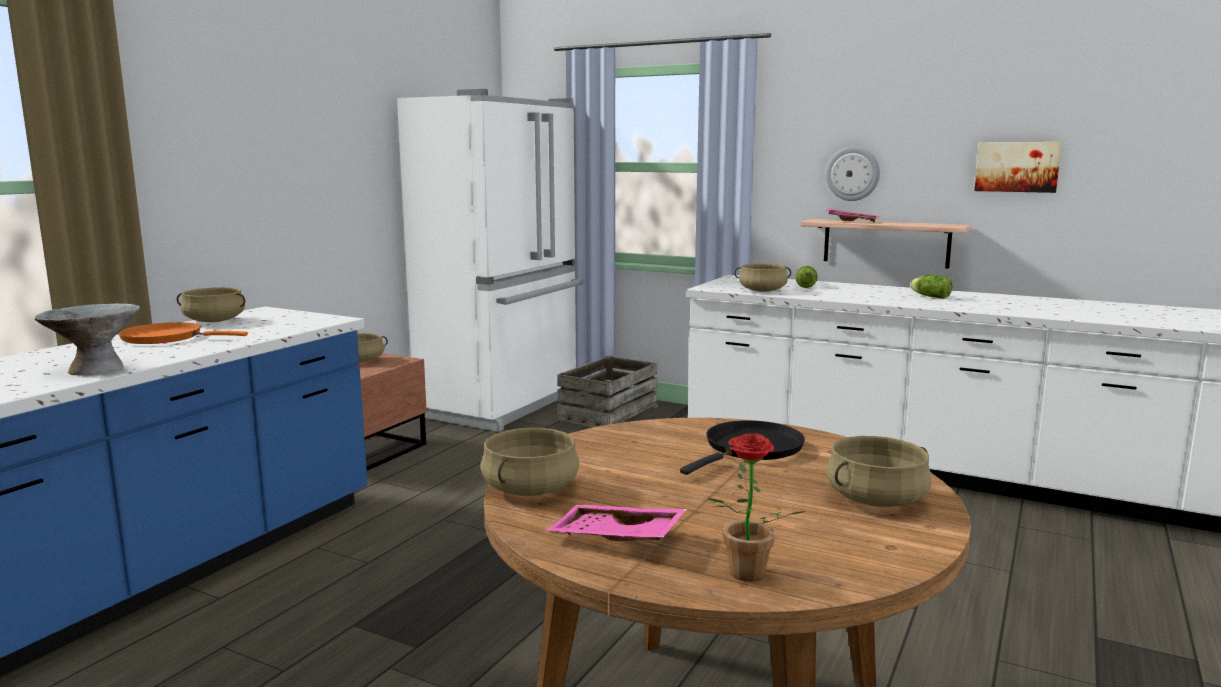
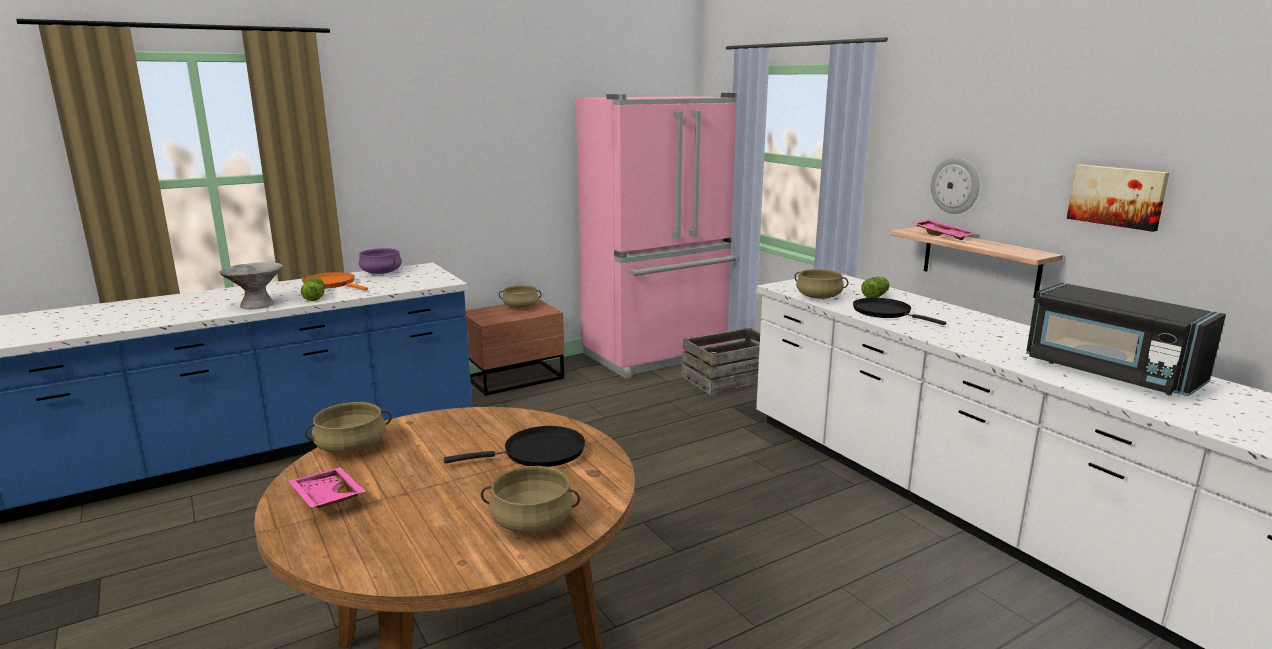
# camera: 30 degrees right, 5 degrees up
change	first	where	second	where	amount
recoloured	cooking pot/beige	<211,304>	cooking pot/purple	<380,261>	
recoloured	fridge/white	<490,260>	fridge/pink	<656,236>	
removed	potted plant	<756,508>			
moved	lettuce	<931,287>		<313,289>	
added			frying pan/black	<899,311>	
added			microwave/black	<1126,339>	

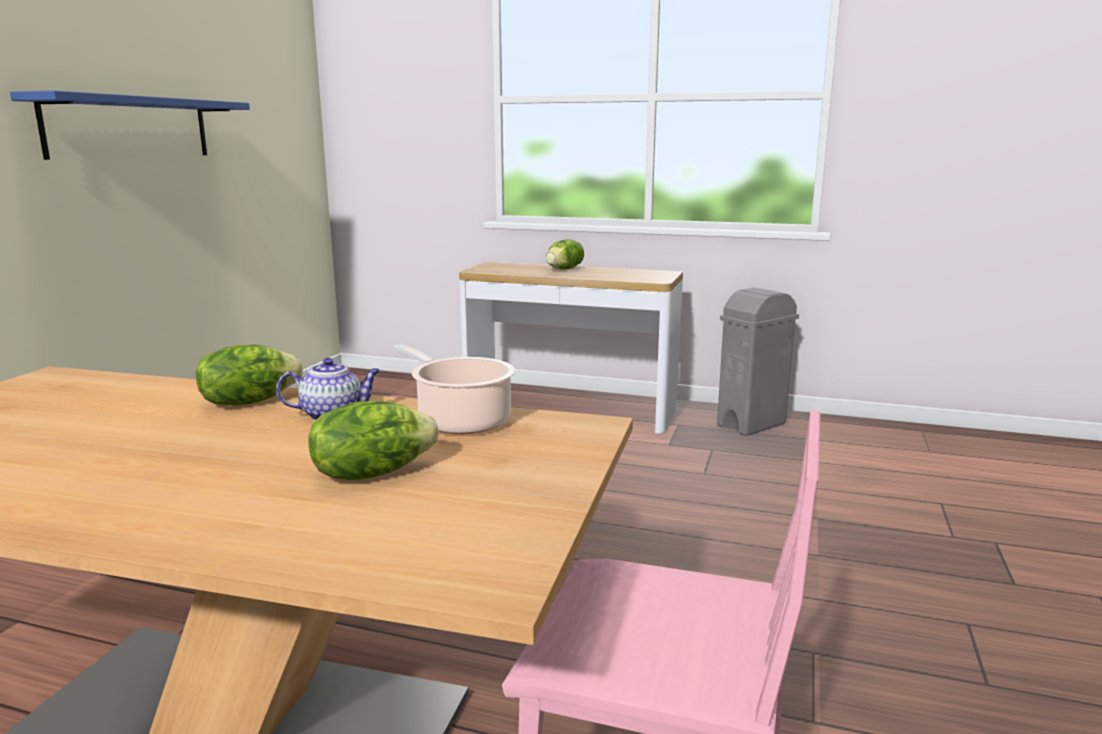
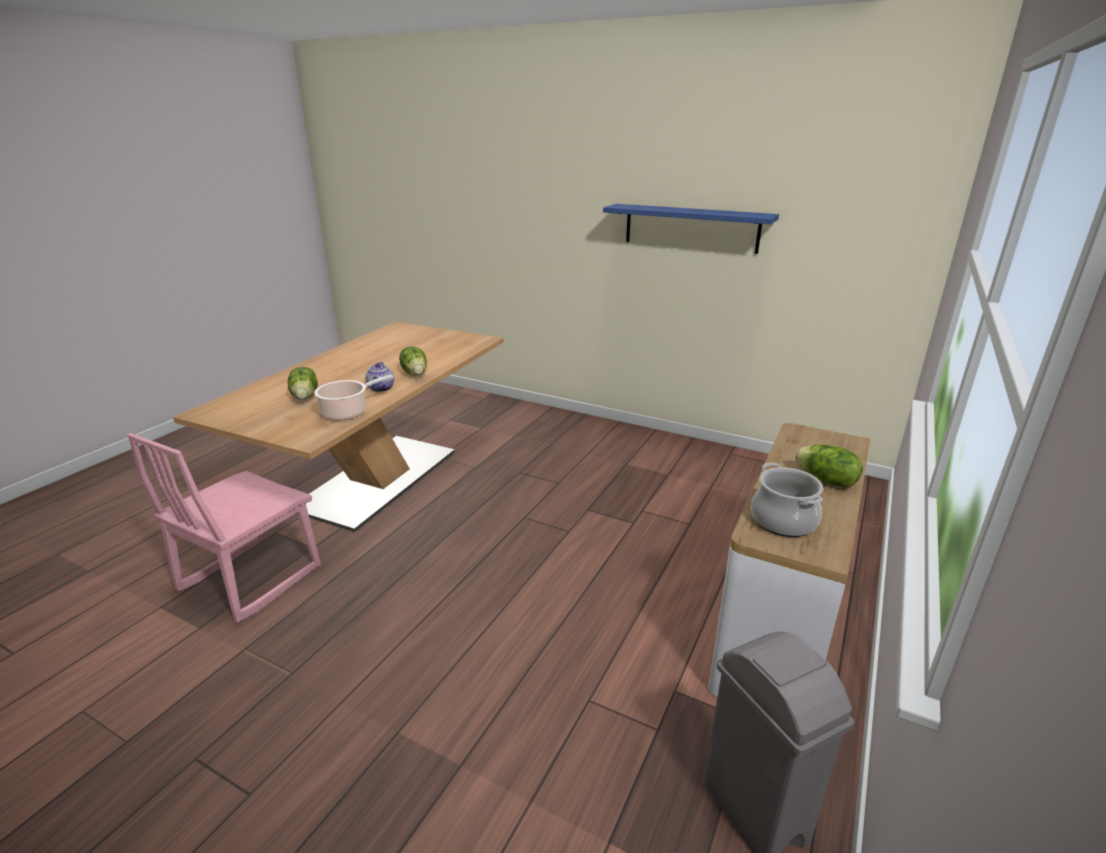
# camera: 100 degrees right, 10 degrees up
change	first	where	second	where	amount
added			cooking pot	<787,500>	

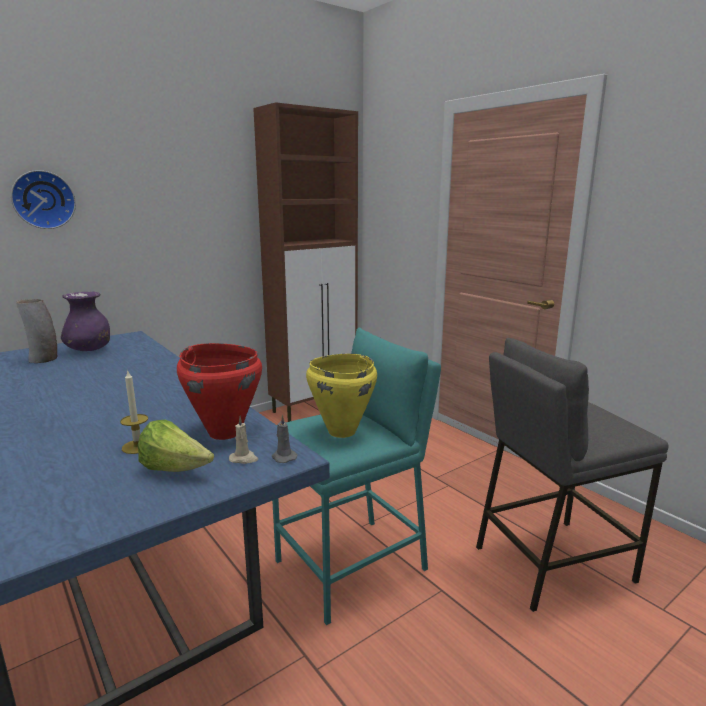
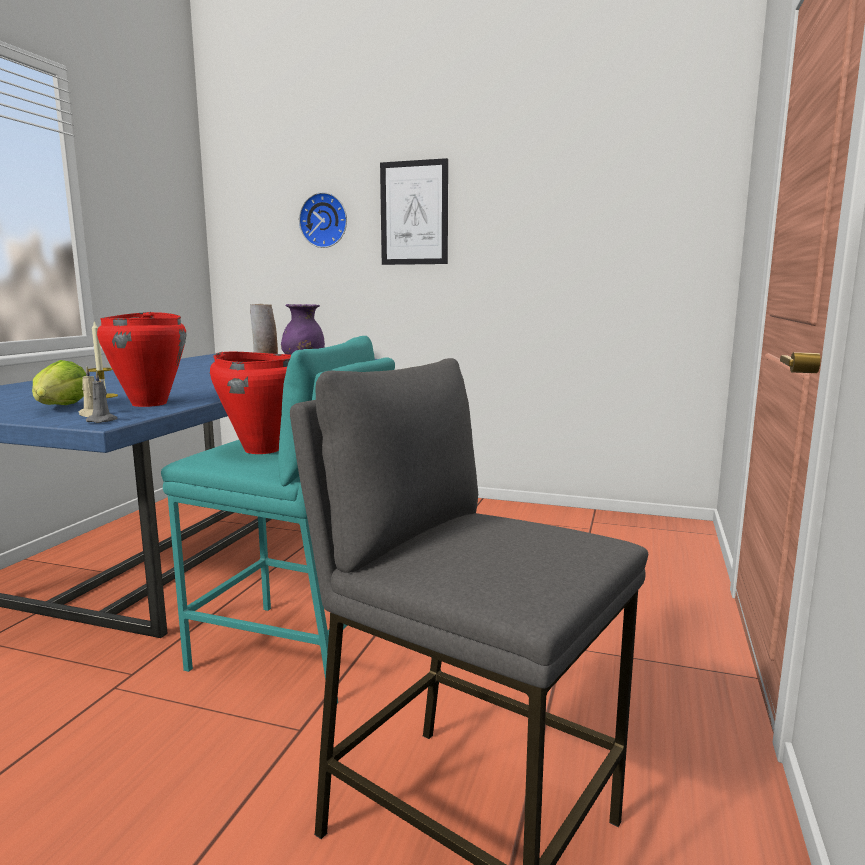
# camera: 55 degrees right, 5 degrees down
change	first	where	second	where	amount
removed	cabinet/brown	<305,262>			
recoloured	cooking pot/yellow	<341,396>	cooking pot/red	<250,403>	
added			picture	<414,211>	

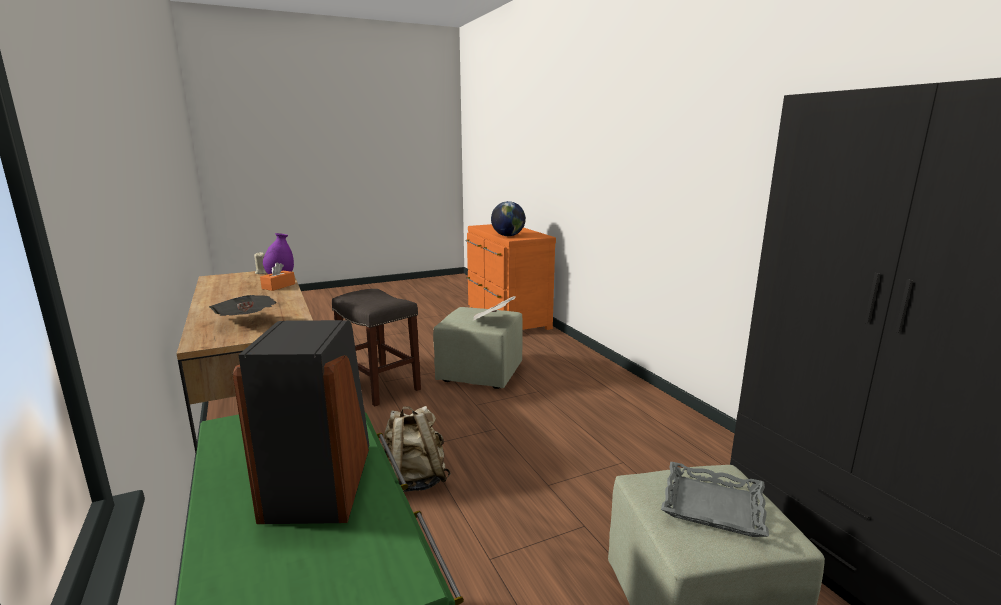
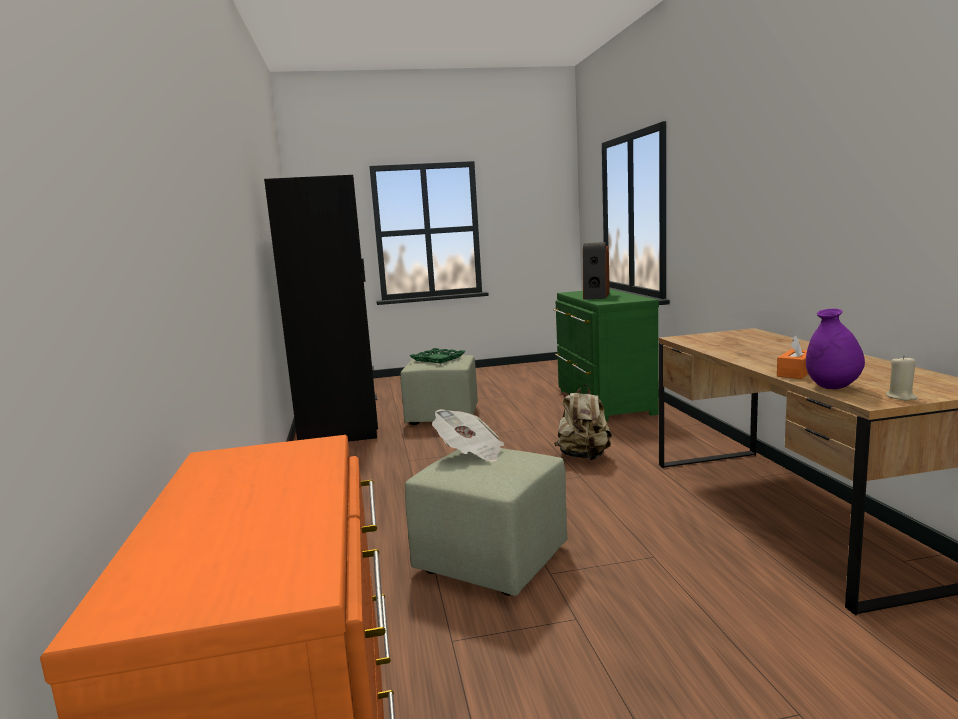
# camera: 165 degrees left, 5 degrees down
change	first	where	second	where	amount
removed	newspaper	<243,305>			
removed	stool/grey	<376,347>			
removed	globe	<508,218>			
recoloured	tray/grey	<715,499>	tray/green	<438,355>	

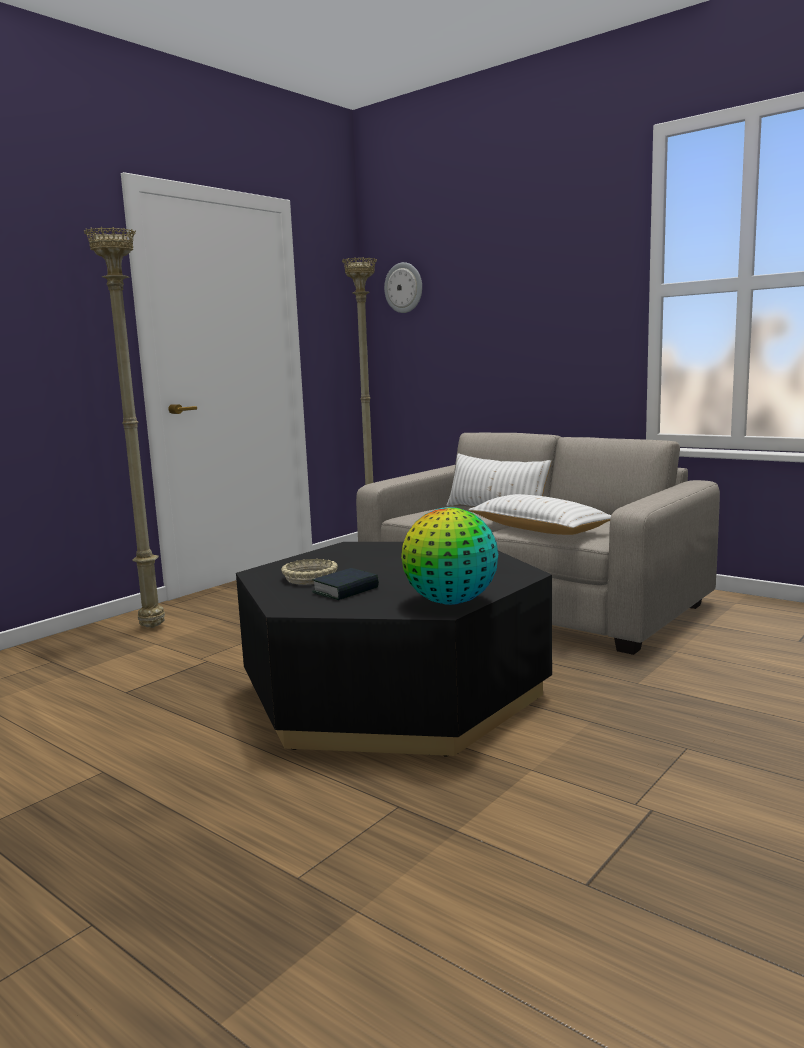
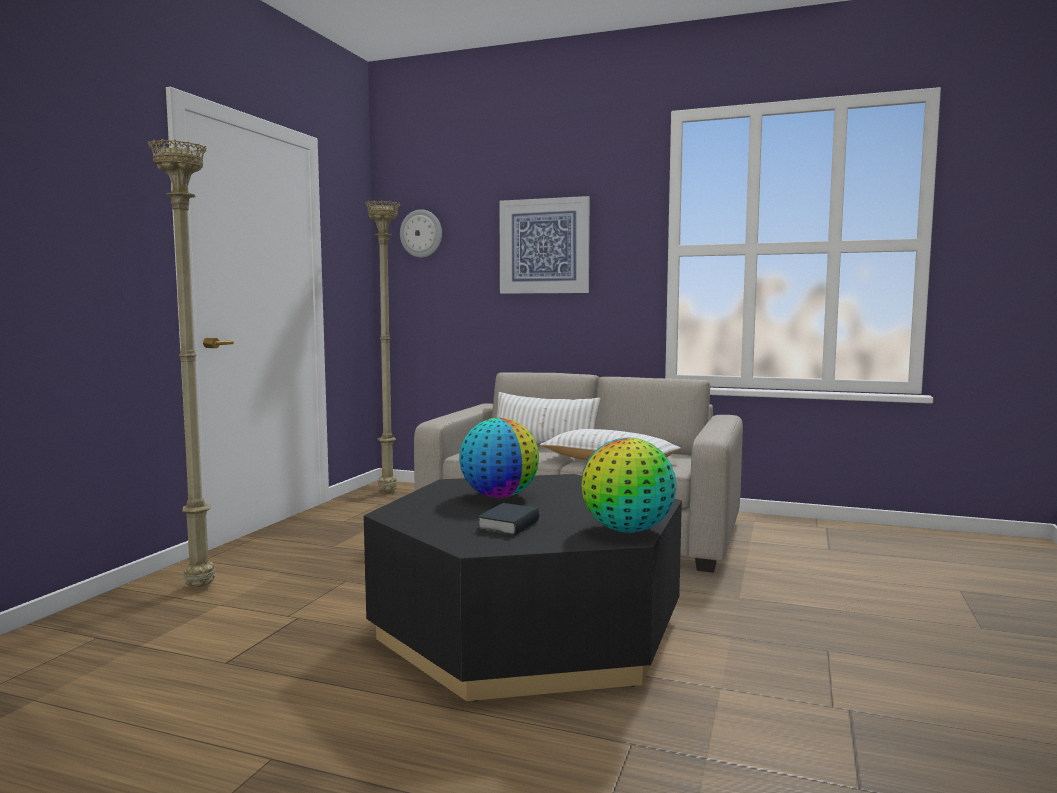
# camera: 20 degrees left, 5 degrees down
change	first	where	second	where	amount
removed	bowl/beige	<309,572>			
added			globe	<499,458>	
added			picture	<544,245>	

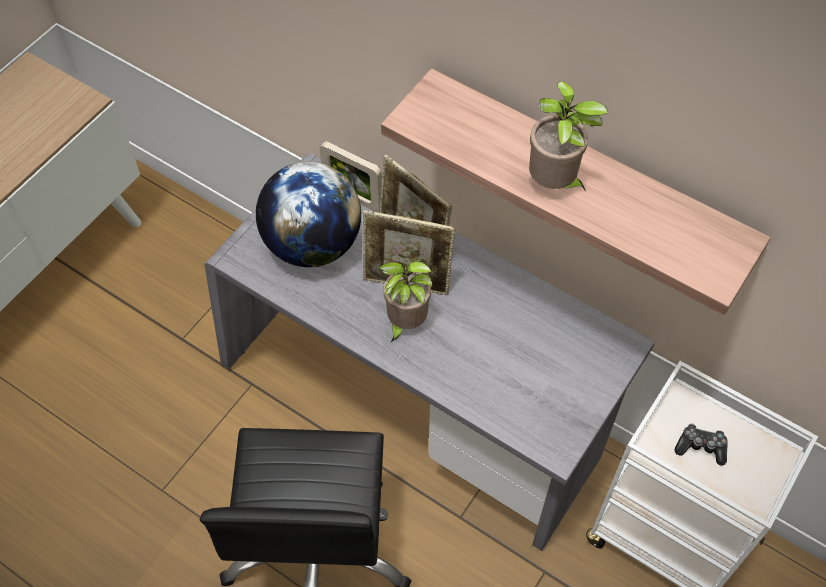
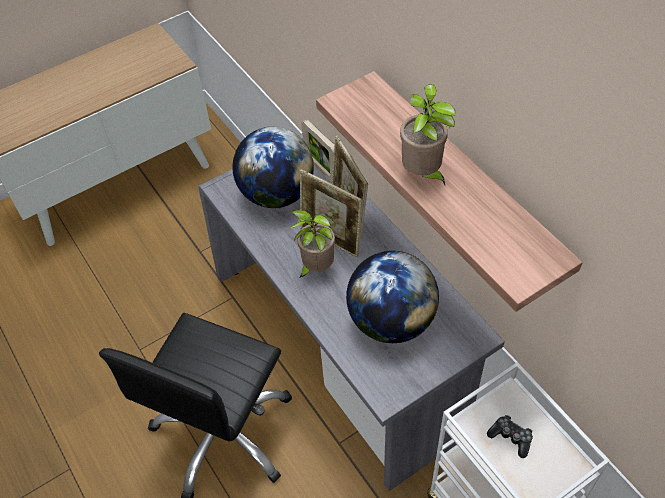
# camera: 25 degrees right, 5 degrees down
change	first	where	second	where	amount
added			globe	<392,297>	

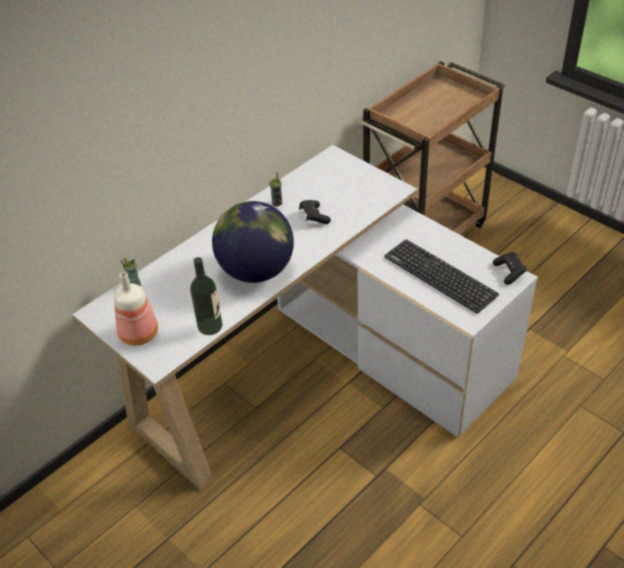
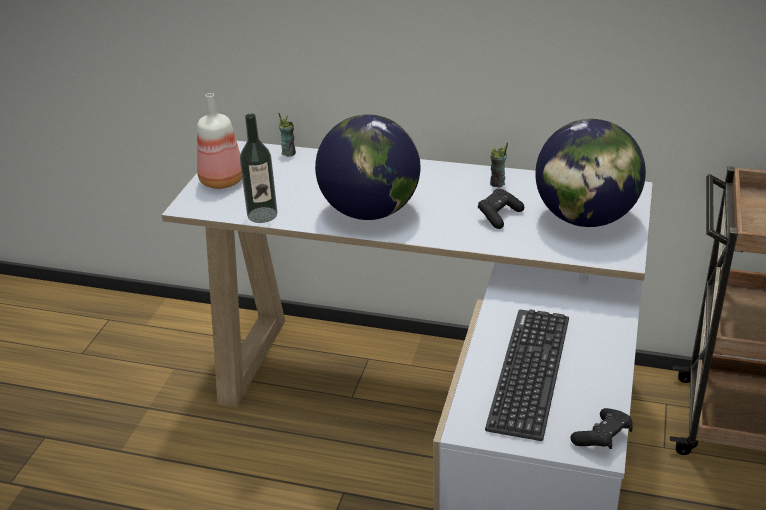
# camera: 60 degrees right, 10 degrees down
change	first	where	second	where	amount
added			globe	<590,173>	

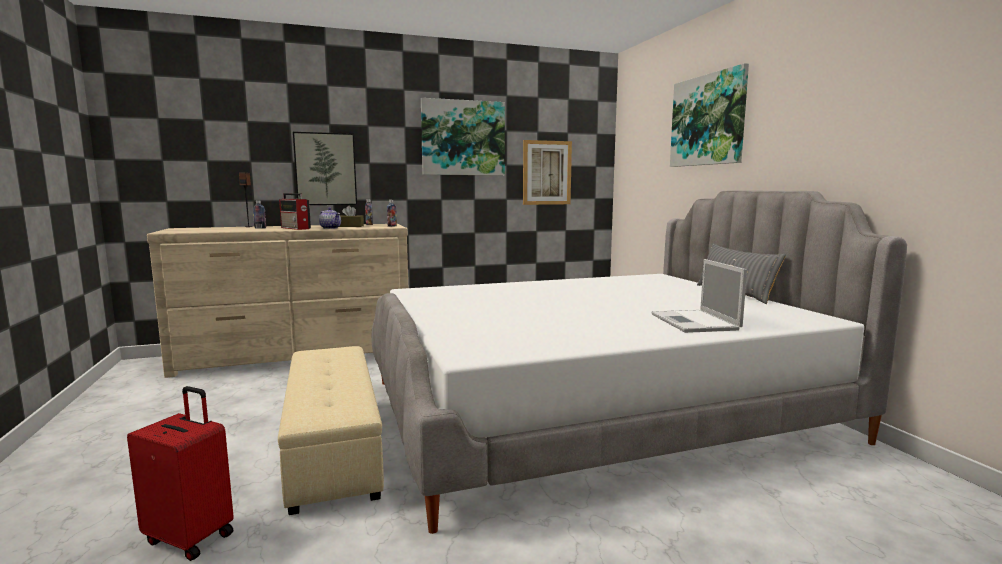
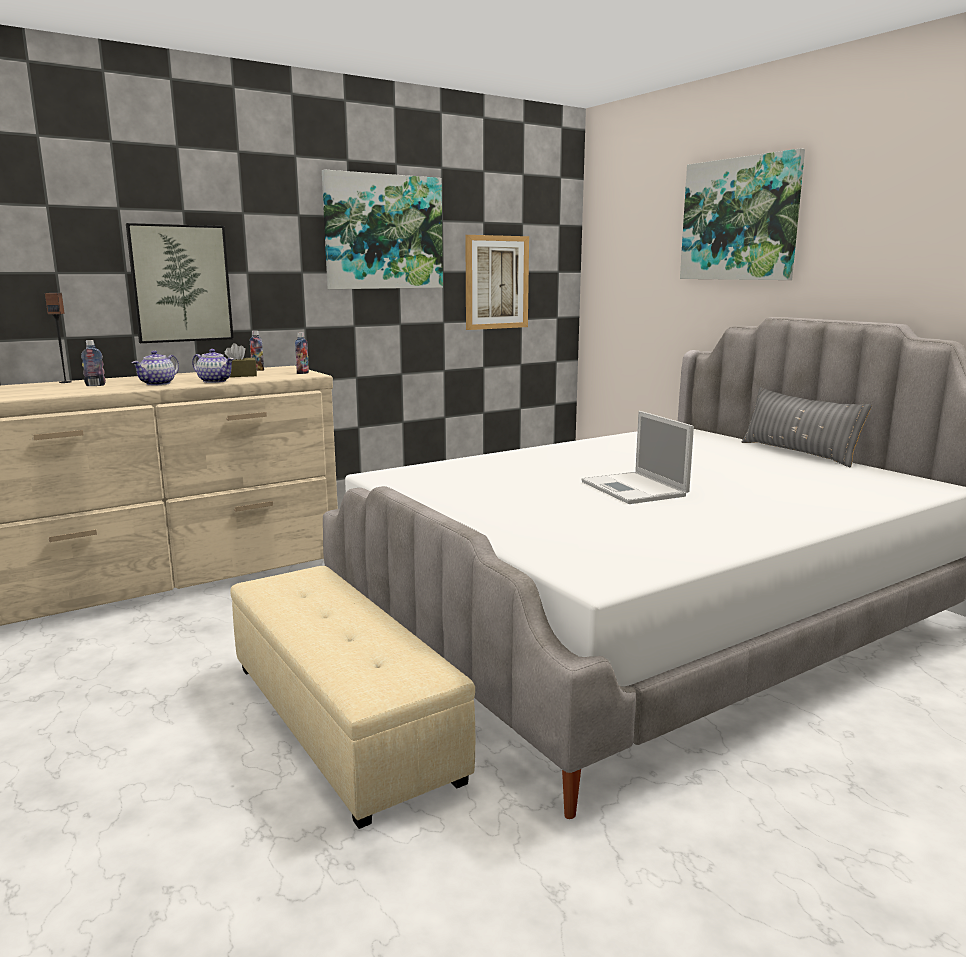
# camera: 15 degrees left, 5 degrees up
change	first	where	second	where	amount
removed	suitcase/red	<180,473>			
replaced	radio	<295,211>	teapot	<155,368>	
moved	laptop	<699,296>		<637,457>	

